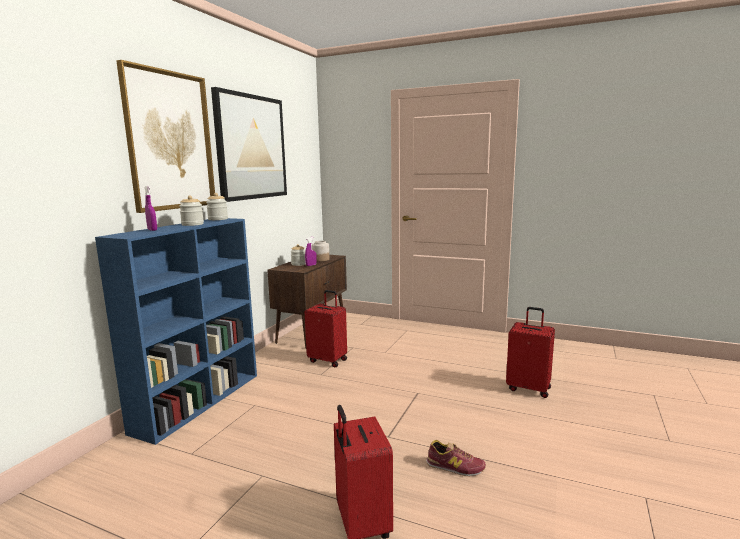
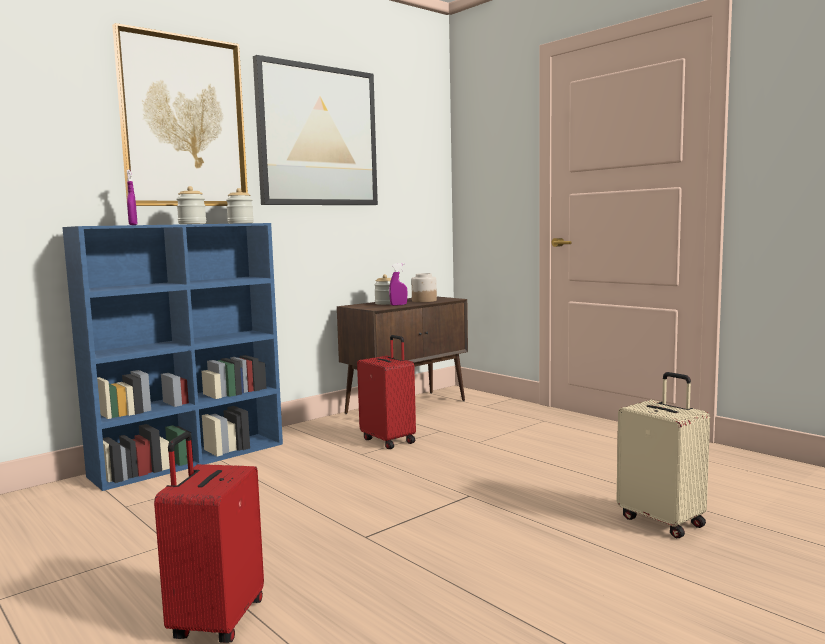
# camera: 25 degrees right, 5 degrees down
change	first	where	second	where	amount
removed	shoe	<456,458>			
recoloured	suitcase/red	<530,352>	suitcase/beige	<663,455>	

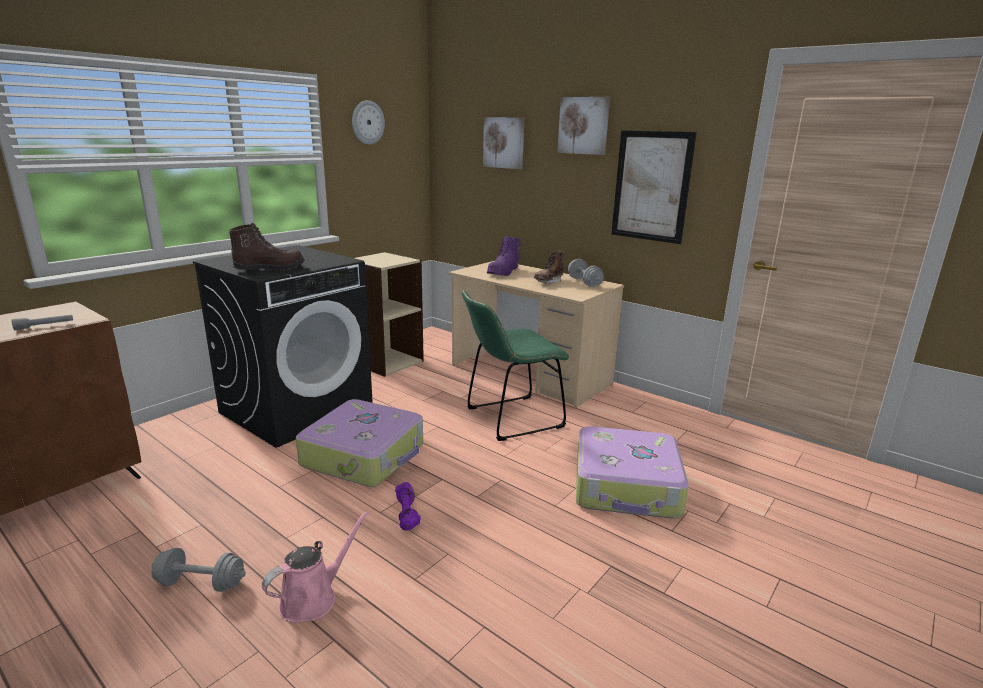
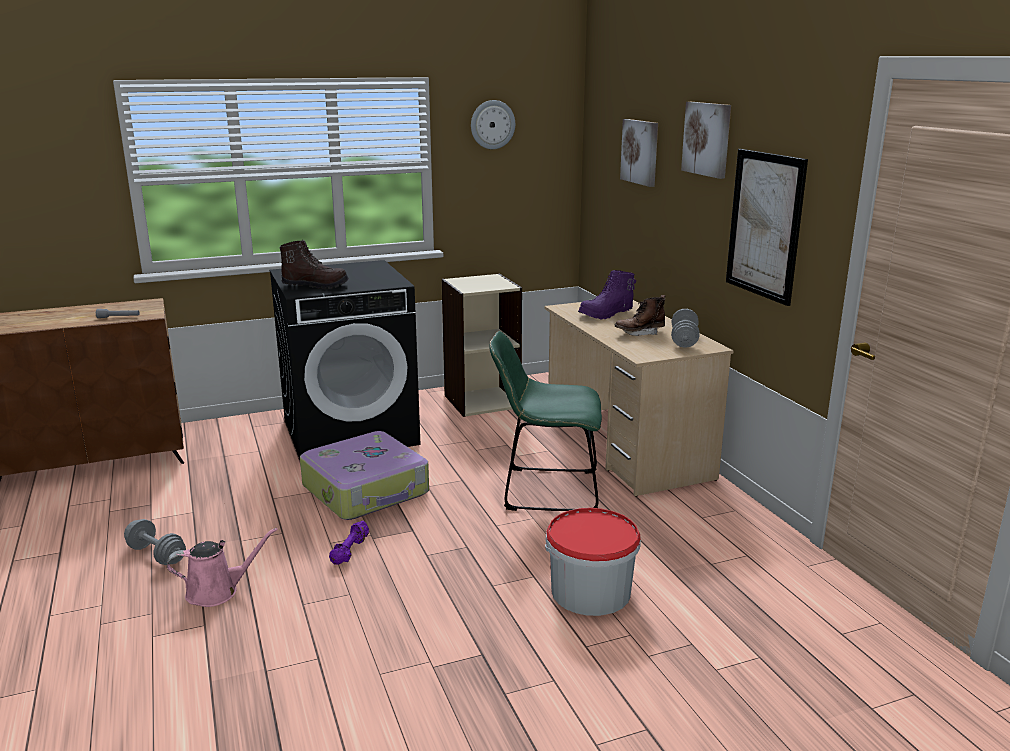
# camera: 30 degrees right, 0 degrees up
change	first	where	second	where	amount
replaced	suitcase	<632,472>	bucket	<593,562>	

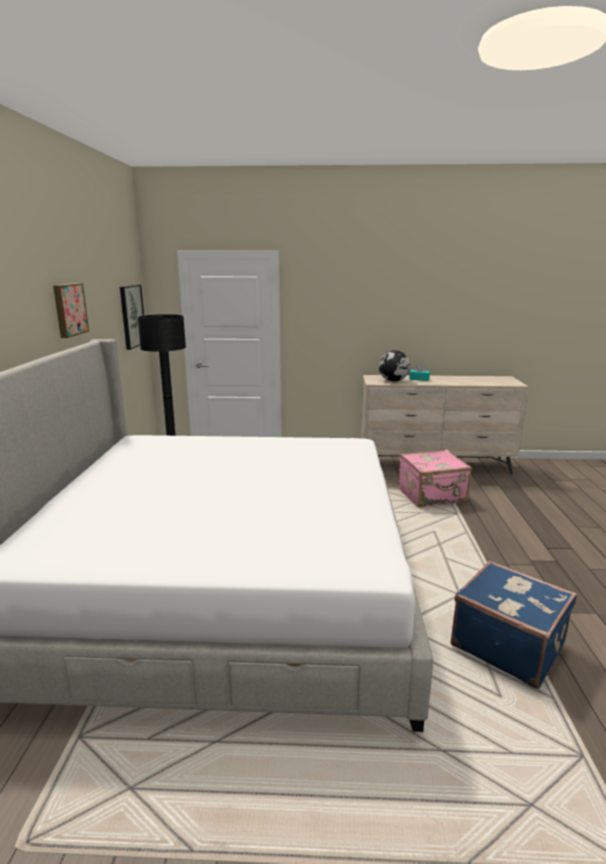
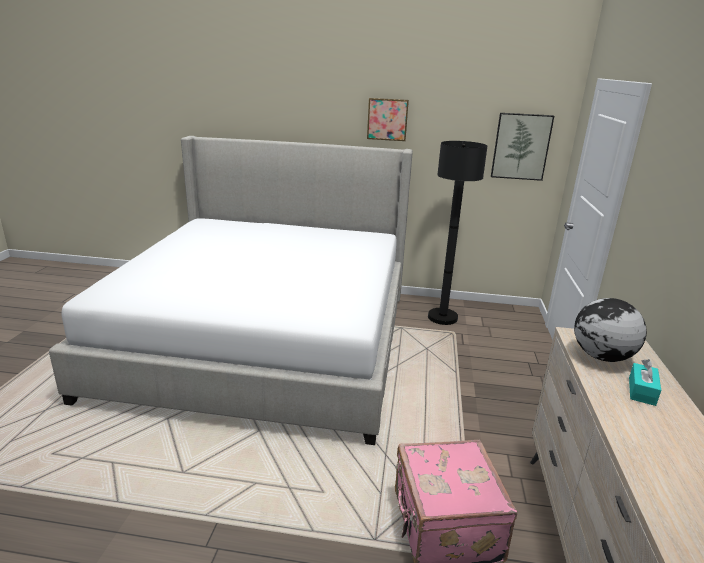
# camera: 95 degrees right, 5 degrees up
change	first	where	second	where	amount
removed	suitcase/blue	<514,624>			

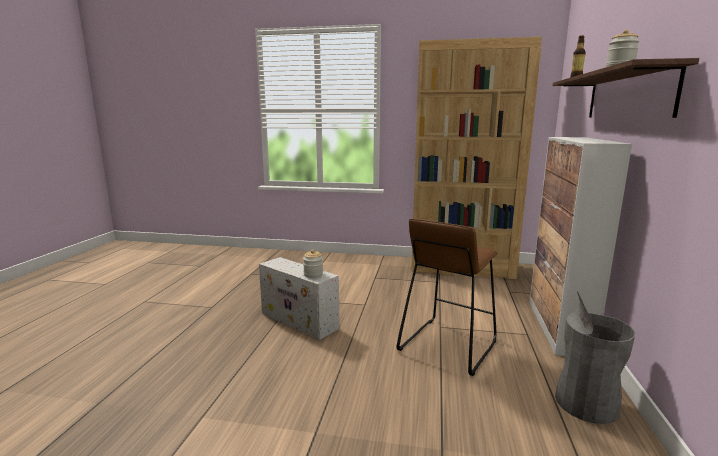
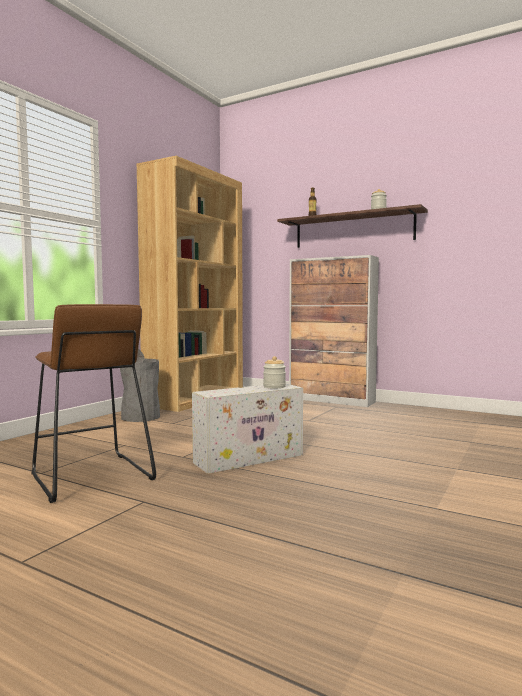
# camera: 70 degrees left, 10 degrees down
change	first	where	second	where	amount
moved	stool/brown	<447,297>		<94,403>	
moved	trash can/grey	<595,357>		<140,385>	

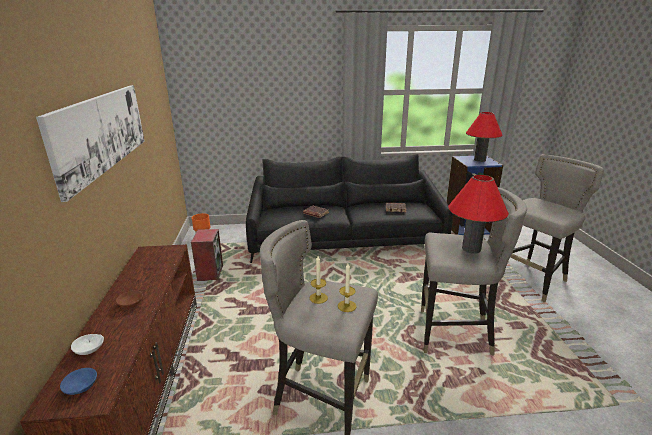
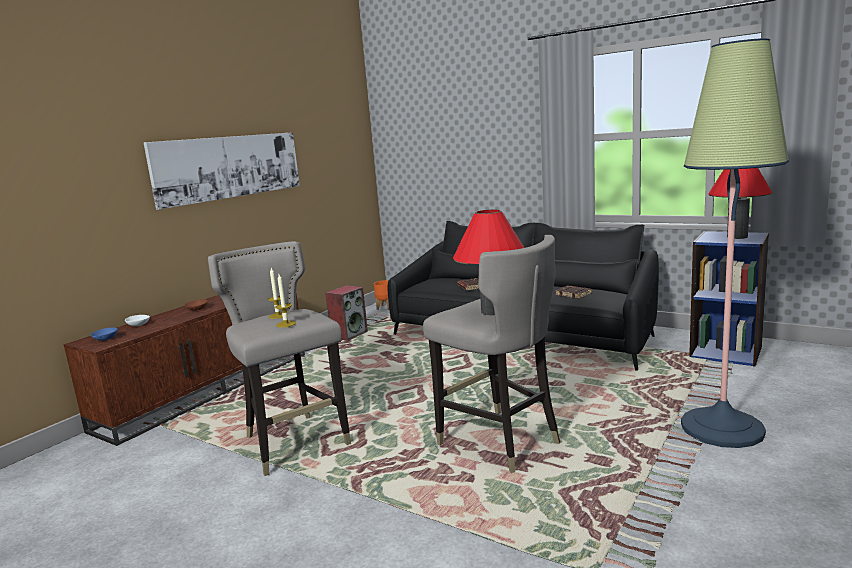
# camera: 40 degrees right, 10 degrees down
change	first	where	second	where	amount
replaced	stool/grey	<557,228>	floor lamp	<735,243>	

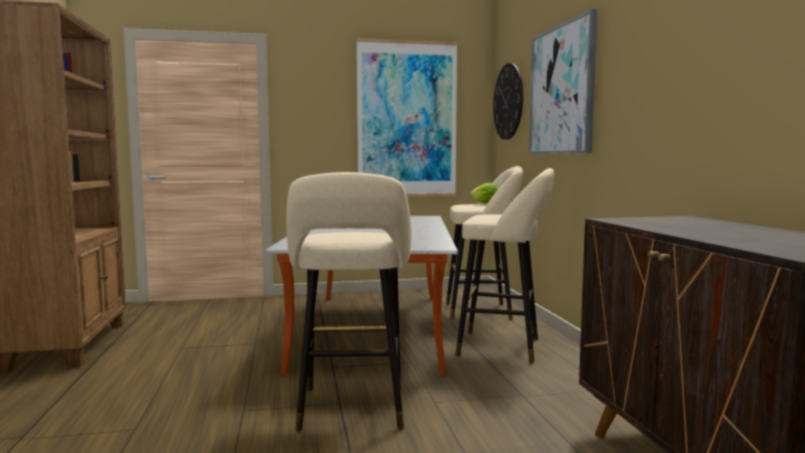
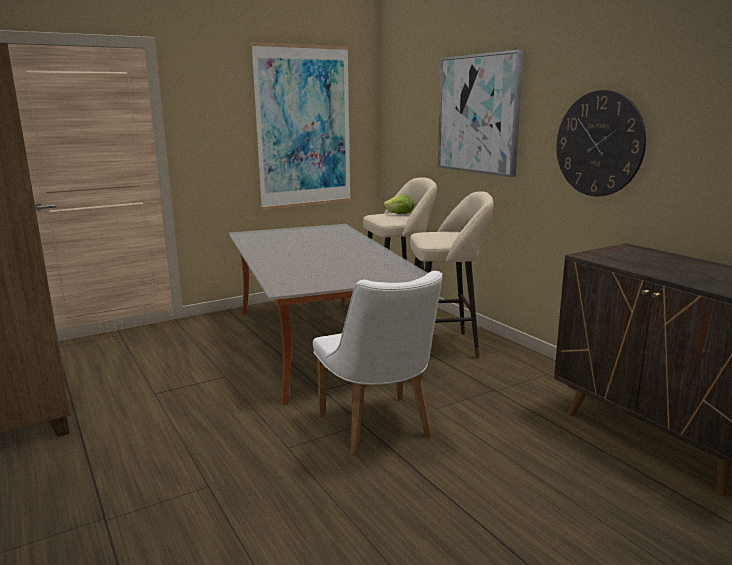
# camera: 20 degrees left, 10 degrees up
change	first	where	second	where	amount
replaced	stool/beige	<349,301>	chair/white	<377,363>	
moved	wall clock	<508,101>		<601,143>	

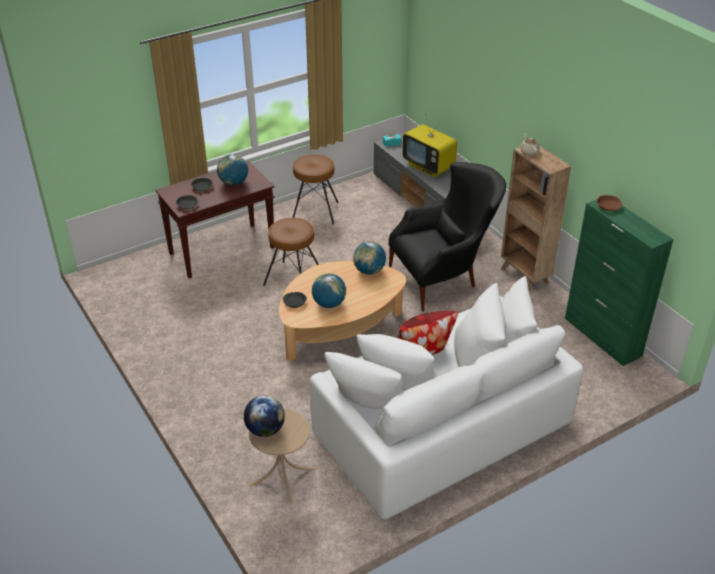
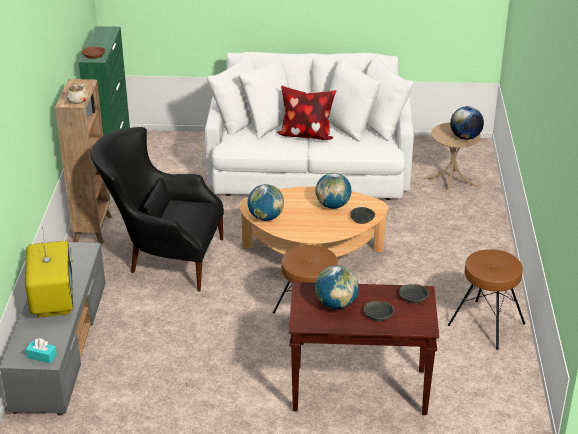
# camera: 145 degrees left, 5 degrees down
change	first	where	second	where	amount
moved	stool/brown	<316,189>		<486,299>	

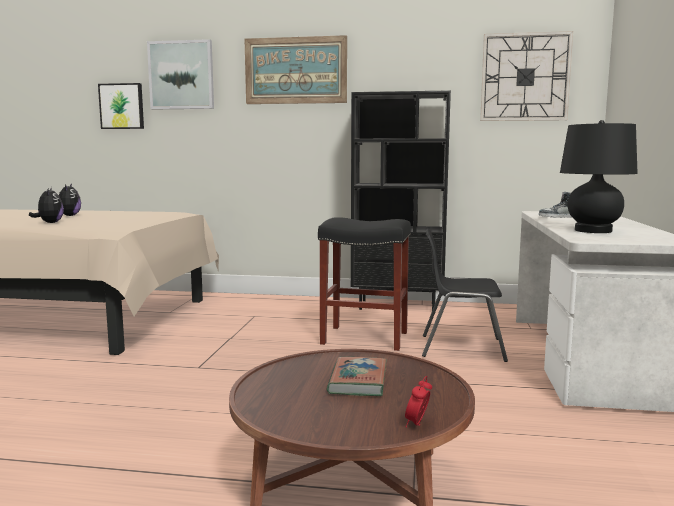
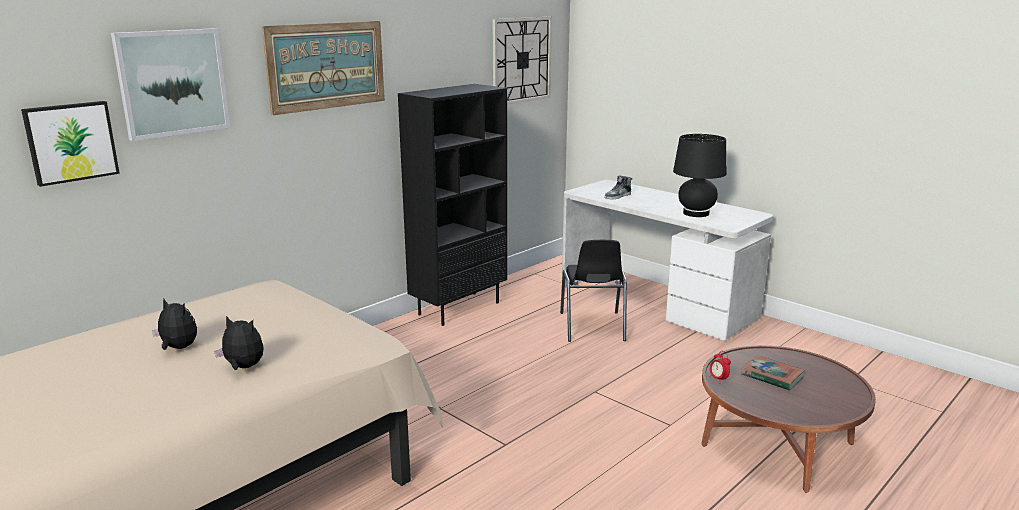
# camera: 55 degrees left, 10 degrees up
change	first	where	second	where	amount
removed	stool/black	<364,284>			
moved	alarm clock	<418,402>		<720,365>	
turned	chair/black	<465,295>		<593,291>	45 degrees counterclockwise

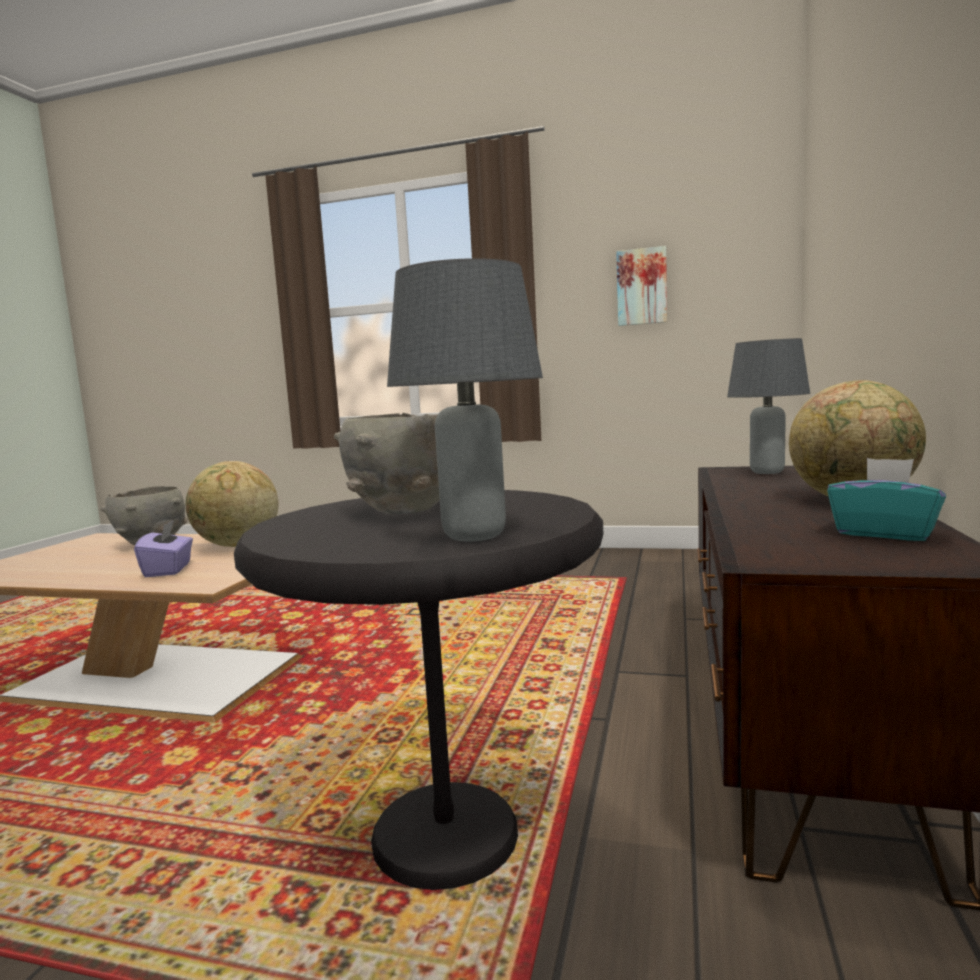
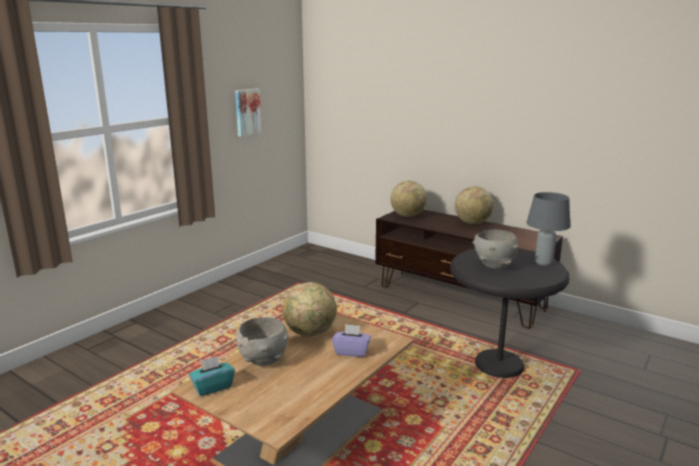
# camera: 70 degrees left, 10 degrees up
change	first	where	second	where	amount
replaced	table lamp/grey	<768,406>	globe	<408,199>	
moved	tissue box/turquoise	<886,499>		<212,376>	

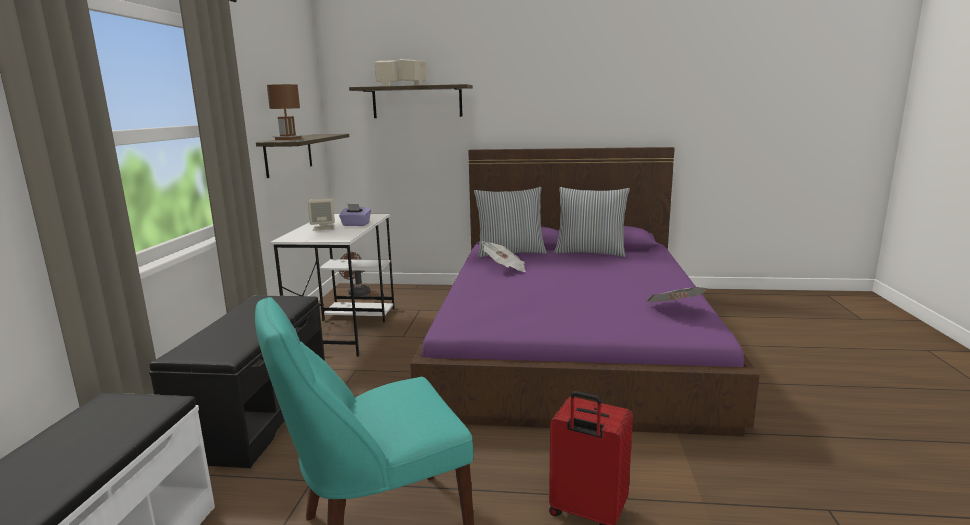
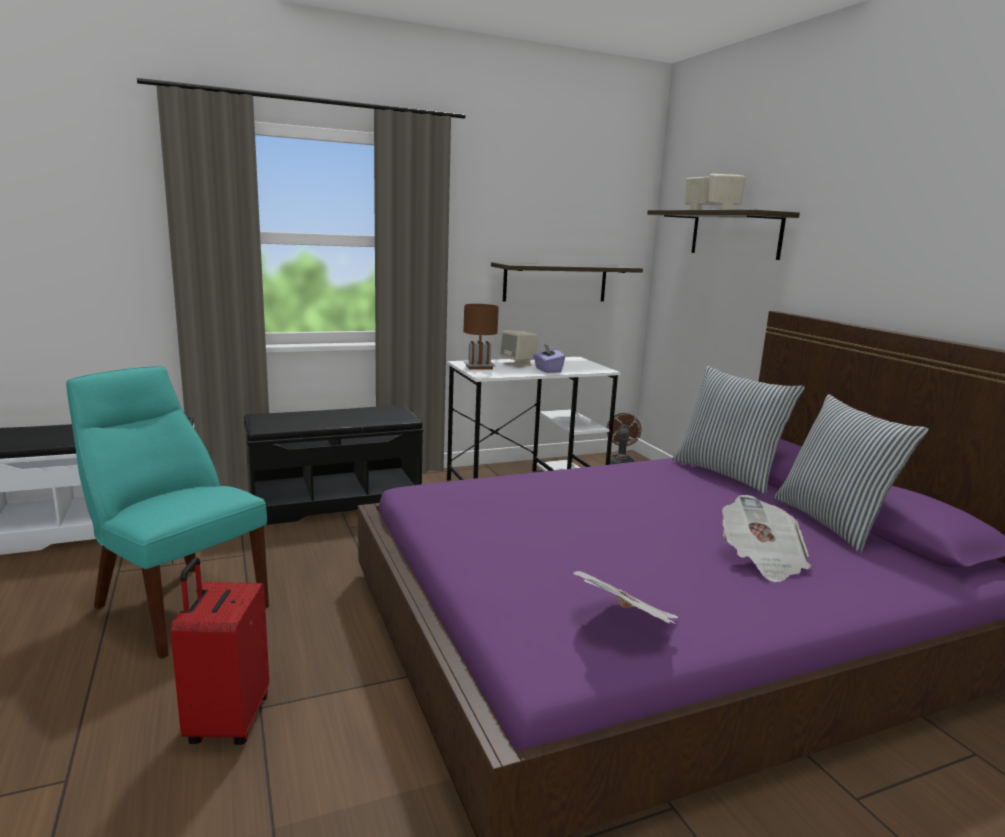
# camera: 60 degrees right, 0 degrees up
change	first	where	second	where	amount
moved	table lamp/brown	<285,112>		<481,337>	
moved	newspaper	<503,256>		<766,538>	

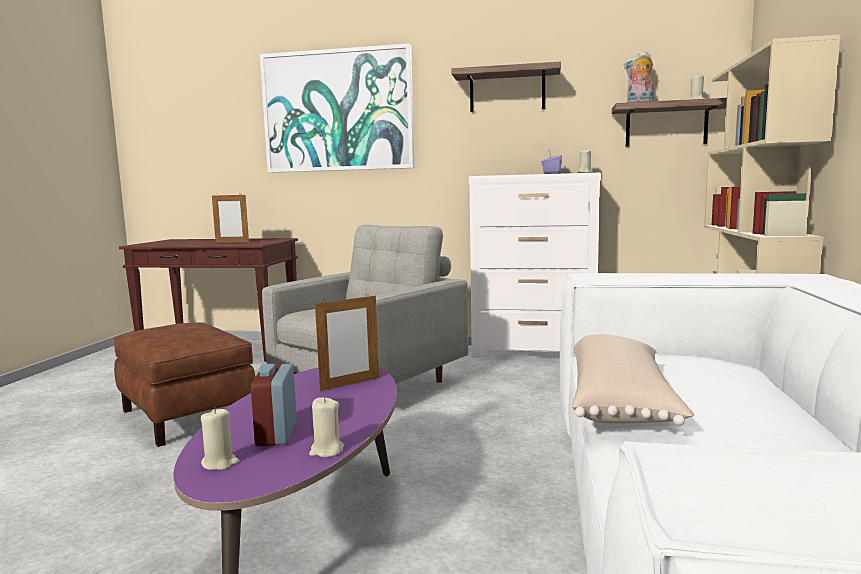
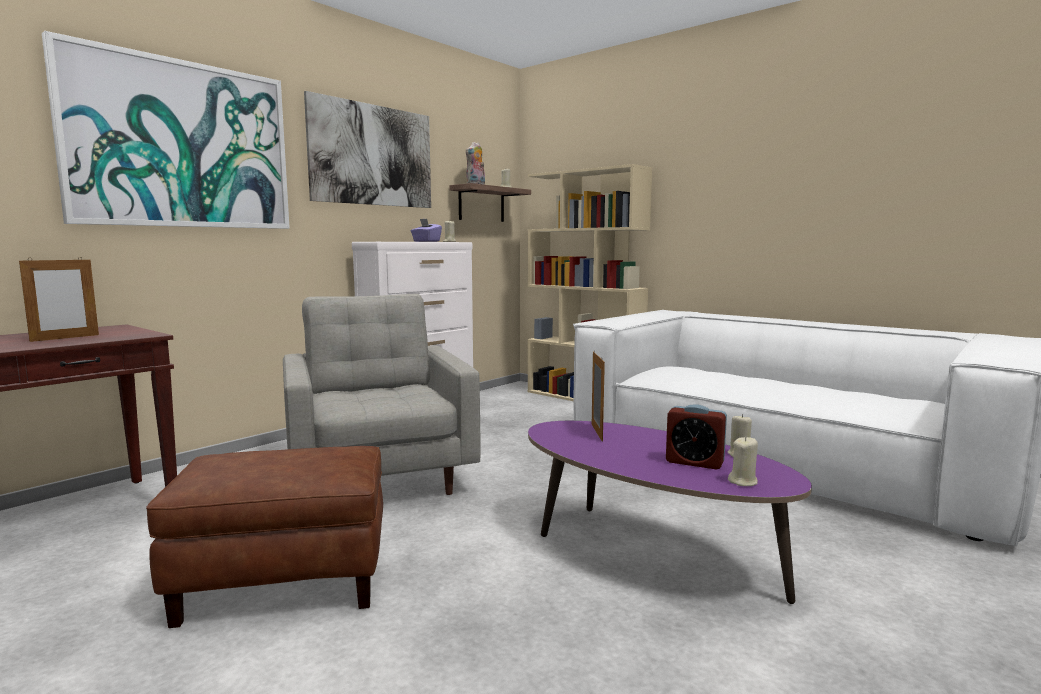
# camera: 60 degrees left, 0 degrees up
change	first	where	second	where	amount
replaced	shelf	<506,86>	picture	<367,149>	
removed	pillow/beige	<633,380>			

